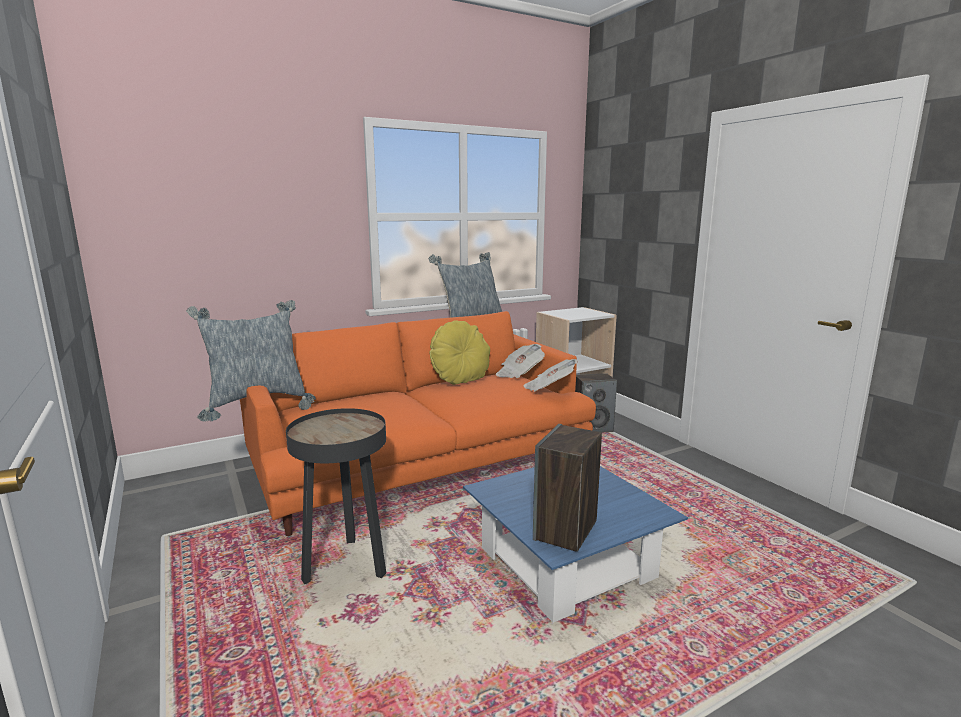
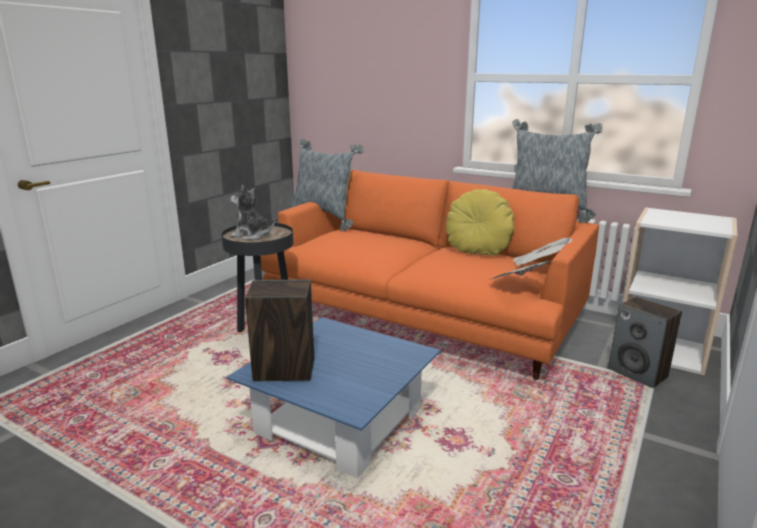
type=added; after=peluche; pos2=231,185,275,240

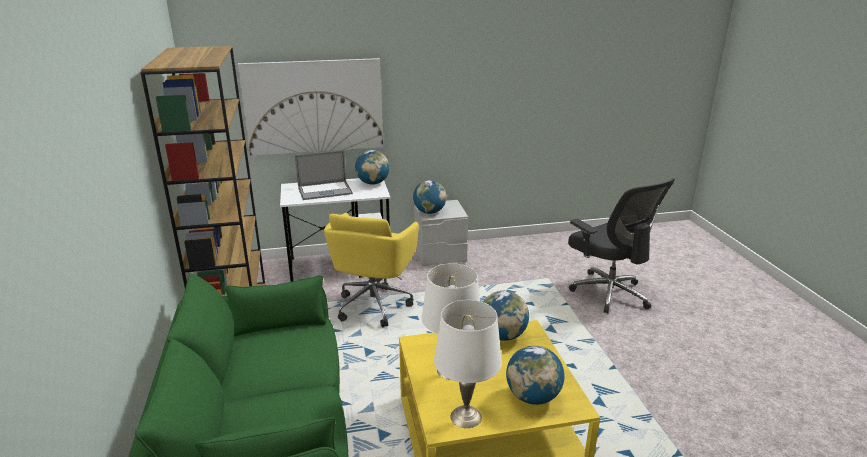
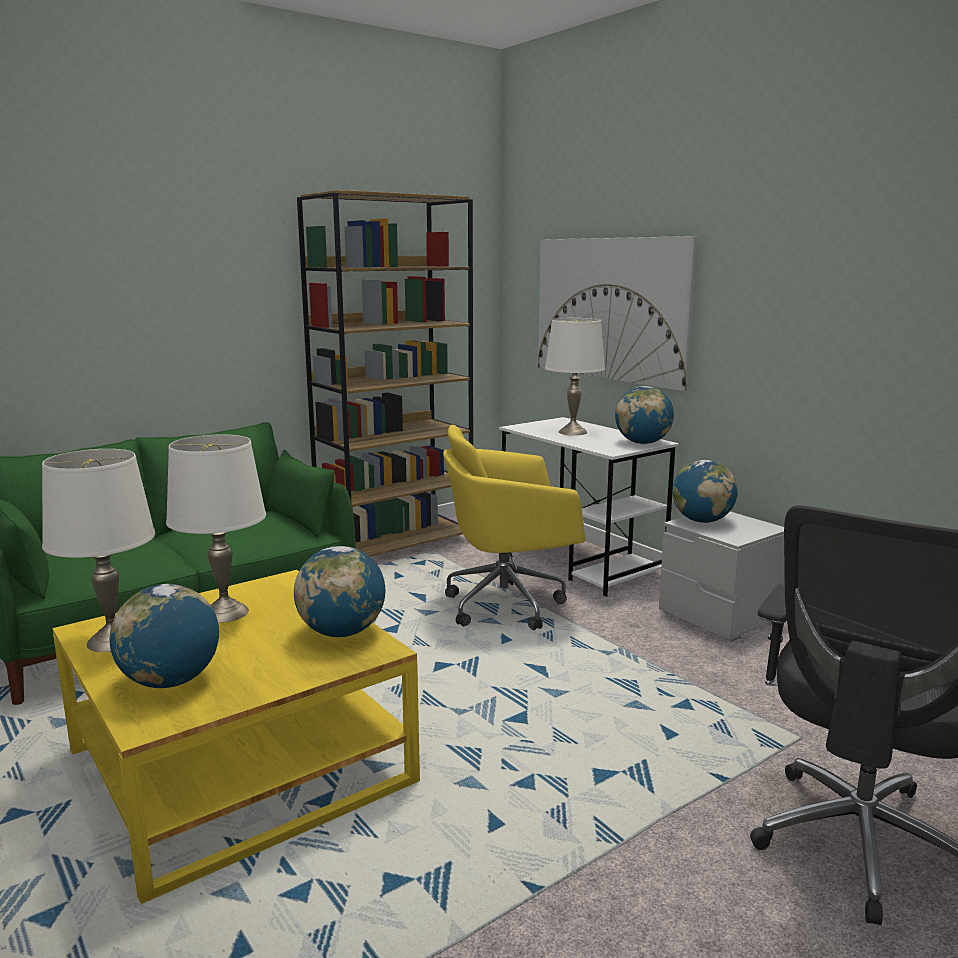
type=replaced; before=ordinateur portable; after=lampe de table [blanc]; pos1=295,150,353,200; pos2=545,318,605,435

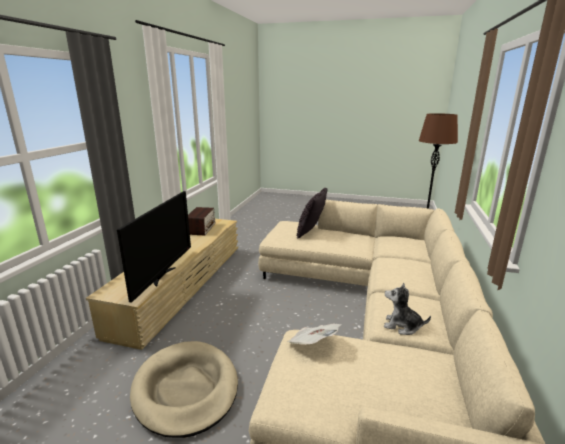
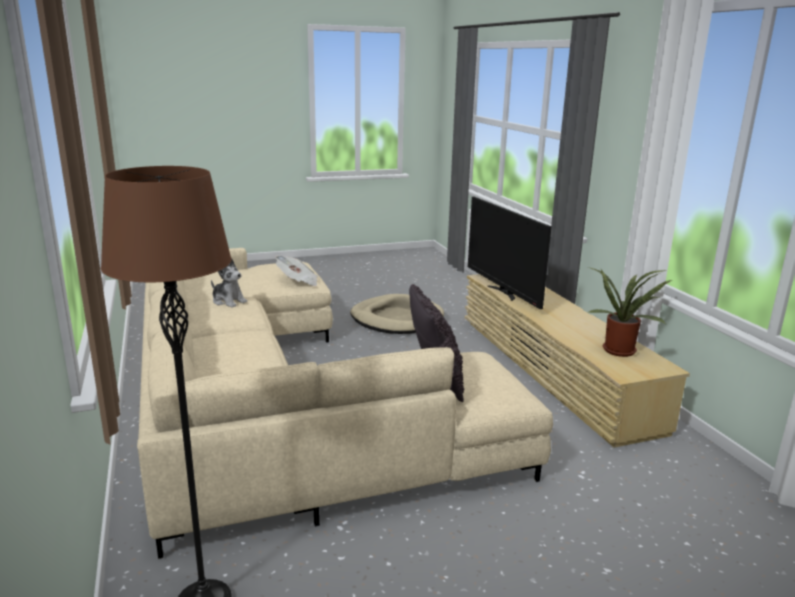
type=replaced; before=radio; after=plante en pot; pos1=188,207,215,236; pos2=587,267,672,357
type=turned; before=peluche; pos1=384,283,431,335; pos2=211,258,247,307; turn=45

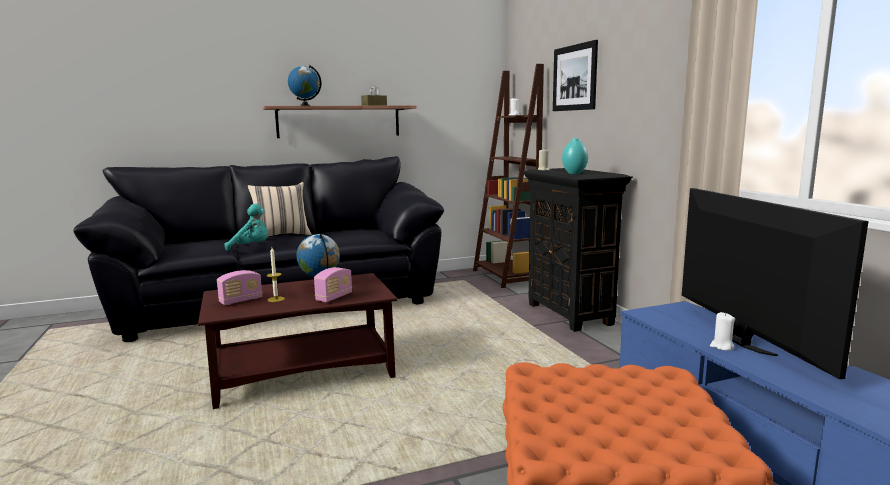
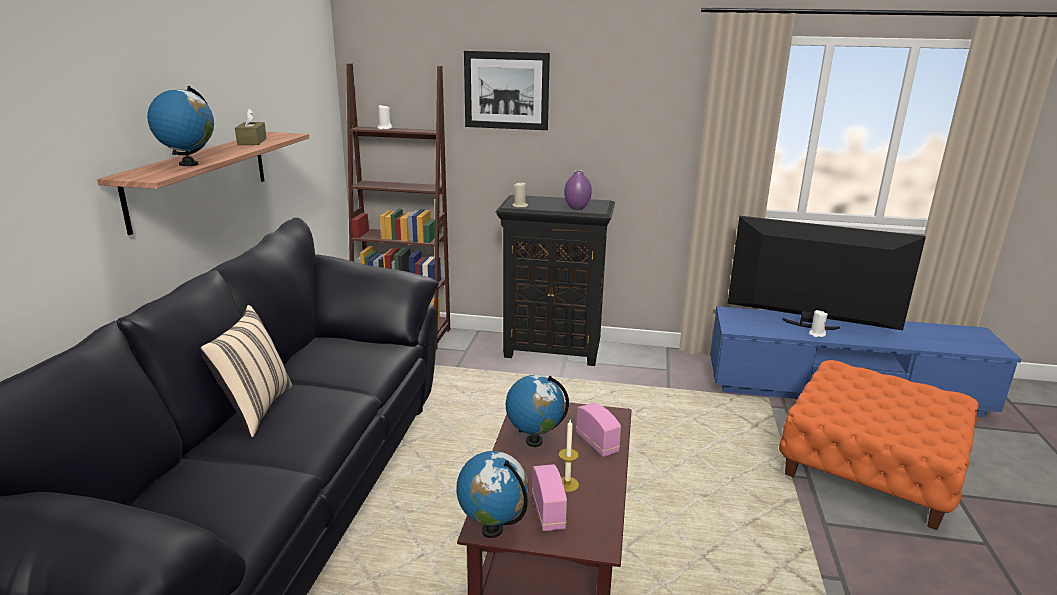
type=removed; before=peluche [turquoise]; pos1=224,203,268,251
type=added; after=globe; pos2=456,451,529,538
type=recoloured; before=vase [turquoise]; after=vase [violet]; pos1=562,138,588,174; pos2=564,171,592,210

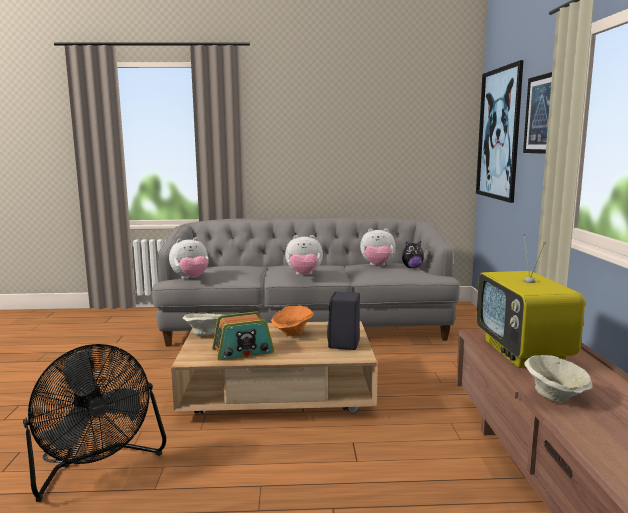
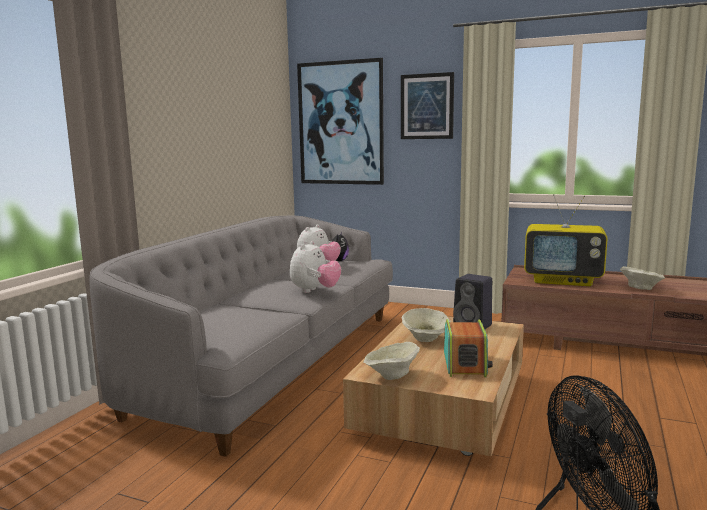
type=removed; before=peluche; pos1=169,237,209,279
type=recoloured; before=bol [orange]; after=bol [beige]; pos1=271,305,314,336; pos2=402,308,451,342

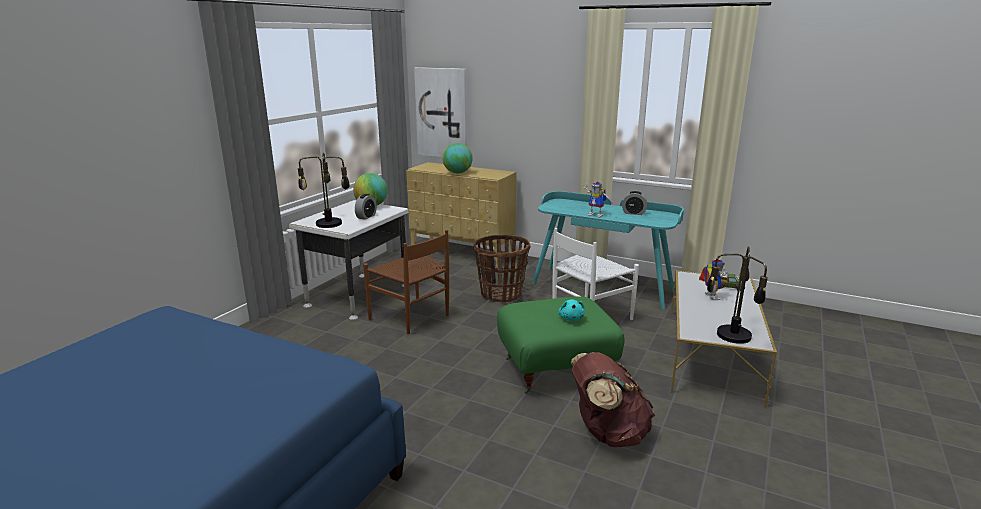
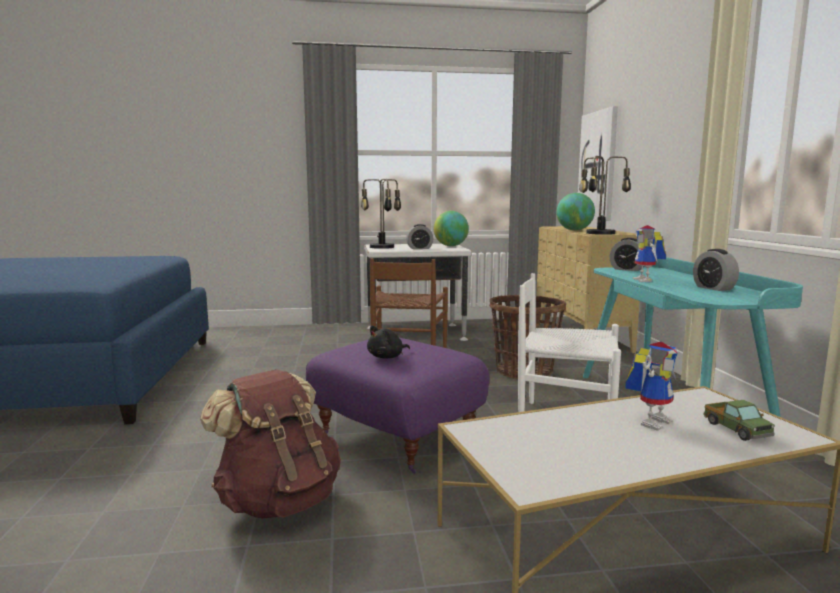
type=added; after=réveil; pos2=610,238,644,271
type=moved; before=lampe de table; pos1=707,246,768,344; pos2=579,156,631,235
type=recoloured; before=pouf [vert]; after=pouf [violet]; pos1=497,296,624,394; pos2=306,338,489,474
type=recoloured; before=peluche [turquoise]; after=peluche [noir]; pos1=558,299,585,321; pos2=367,326,410,358

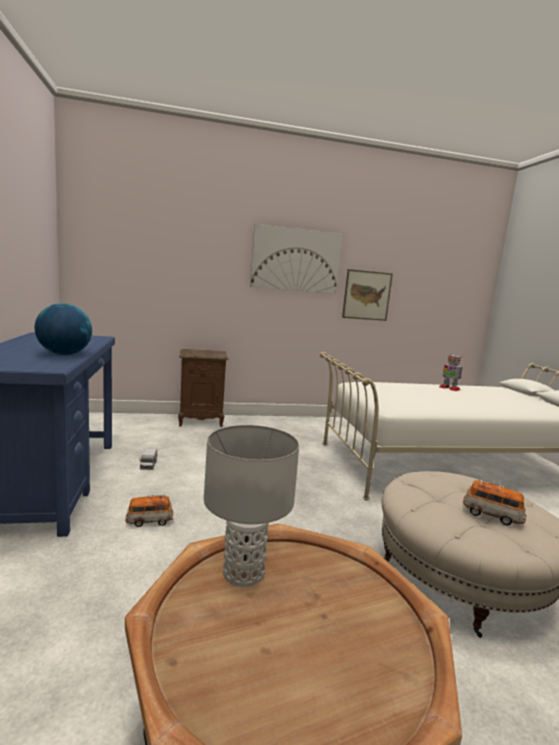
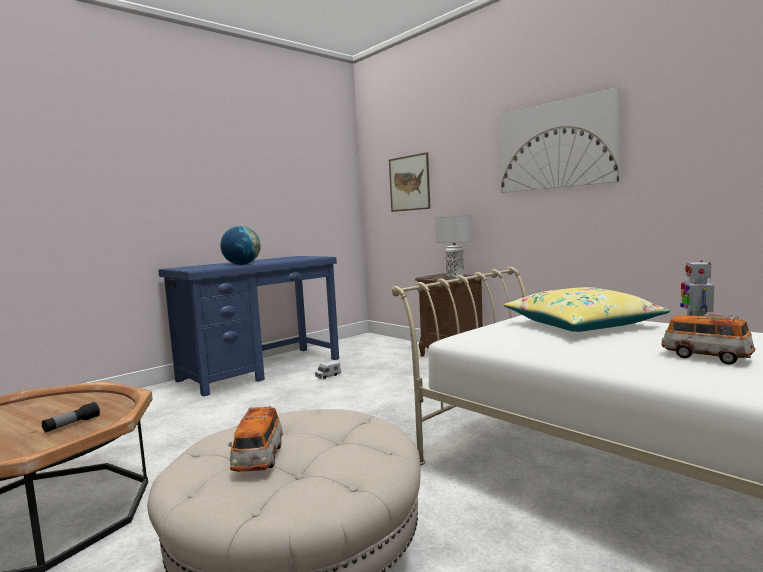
type=added; after=lampe de poche; pos2=42,402,100,432
type=added; after=coussin [jaune]; pos2=504,287,670,332
type=moved; before=petite voiture; pos1=125,495,173,527; pos2=661,314,756,365
type=moved; before=lampe de table [blanc]; pos1=204,425,299,587; pos2=435,215,473,277
type=moved; before=tableau; pos1=342,269,393,321; pos2=389,152,431,212

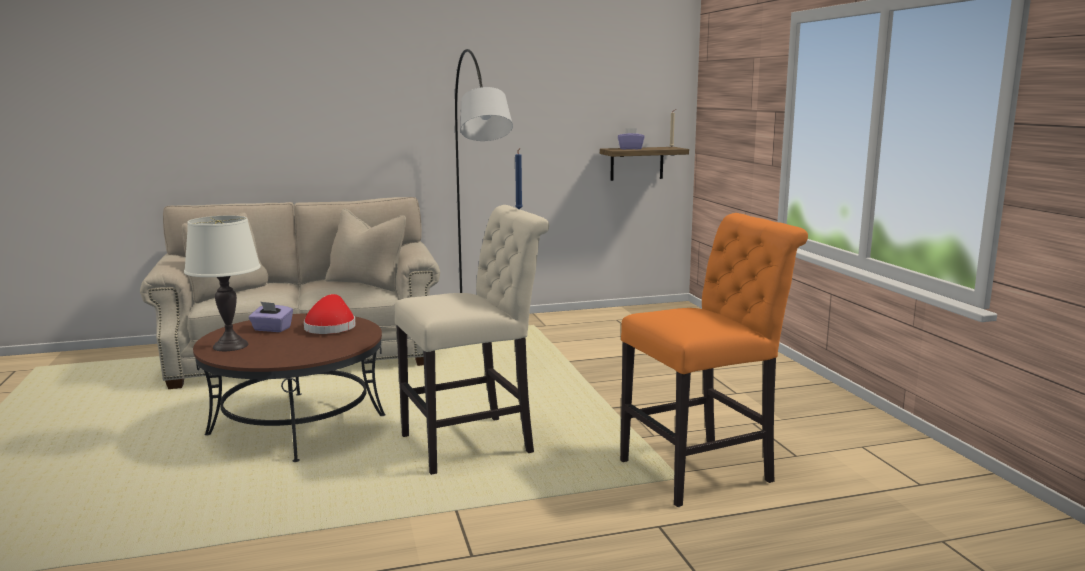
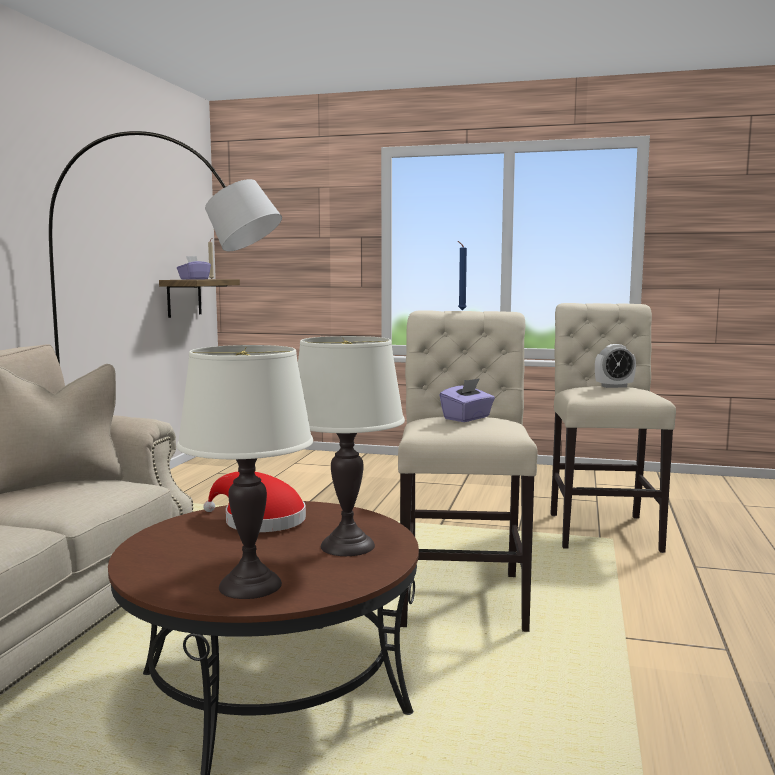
type=added; after=lampe de table [blanc]; pos2=298,336,405,556
type=added; after=réveil; pos2=595,344,636,388
type=moved; before=boîte à mouchoirs [violet]; pos1=249,302,293,332; pos2=440,378,495,422
type=recoloured; before=tabouret [orange]; after=tabouret [beige]; pos1=620,213,808,507; pos2=550,303,676,553

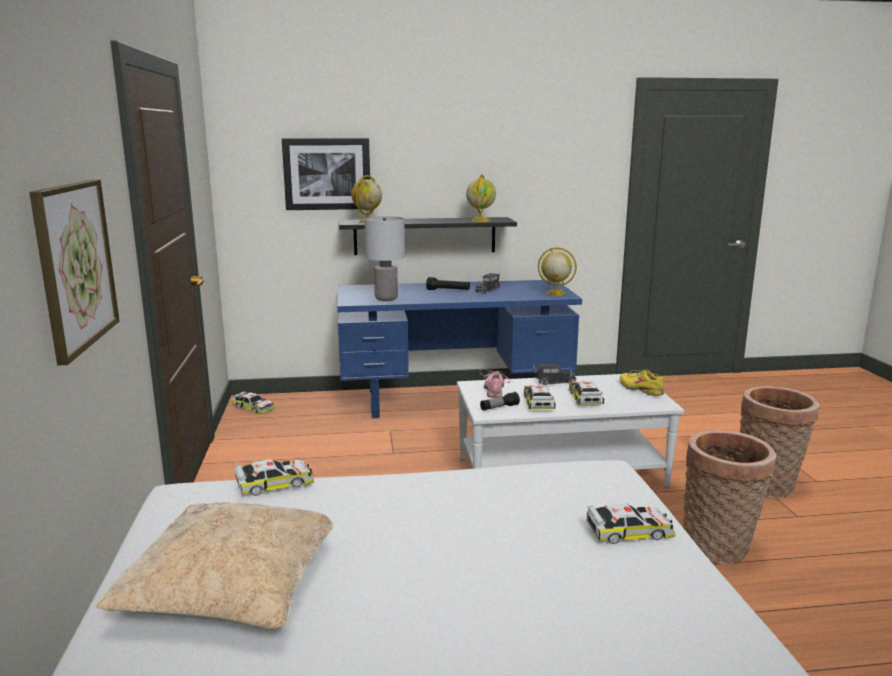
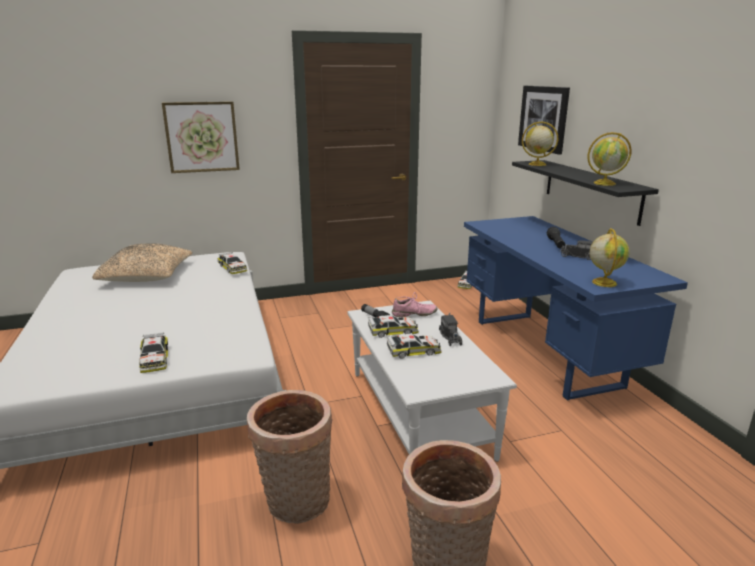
type=removed; before=lampe de table [gris]; pos1=364,216,405,301
type=removed; before=chaussure [jaune]; pos1=620,369,664,396

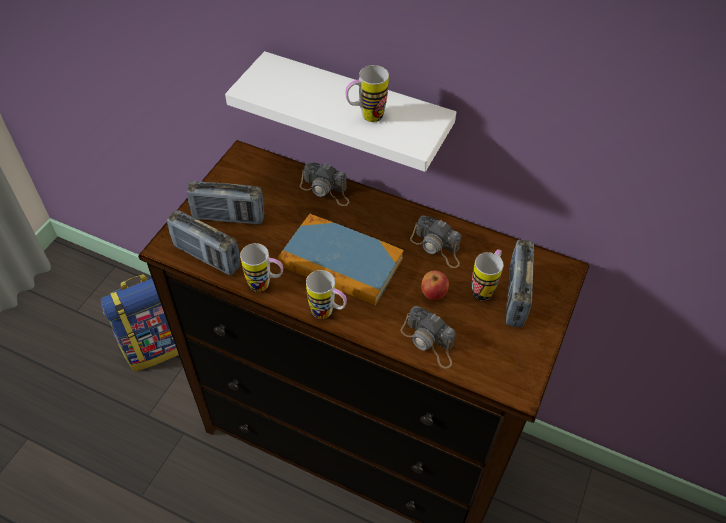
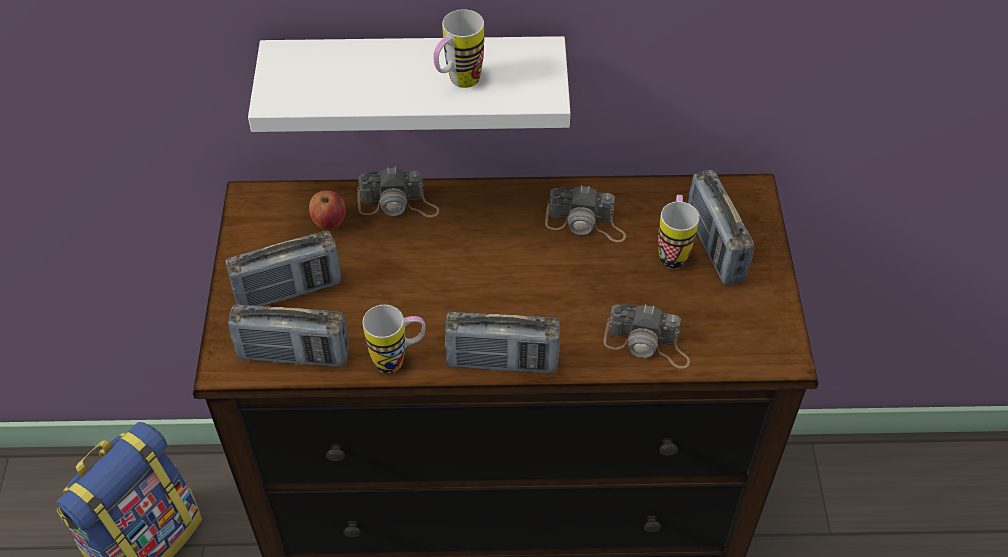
type=removed; before=livre; pos1=278,214,404,305
type=moved; before=pomme; pos1=421,271,449,300; pos2=309,190,346,230
type=replaced; before=mug; after=radio; pos1=306,270,347,319; pos2=445,312,560,373

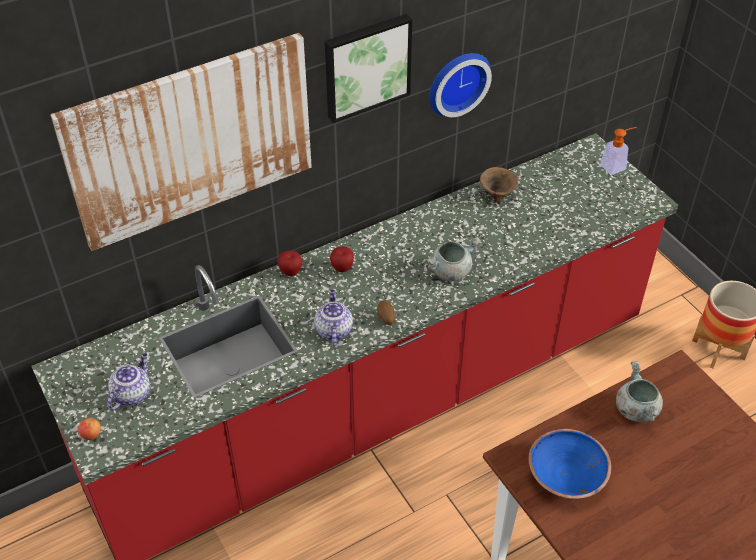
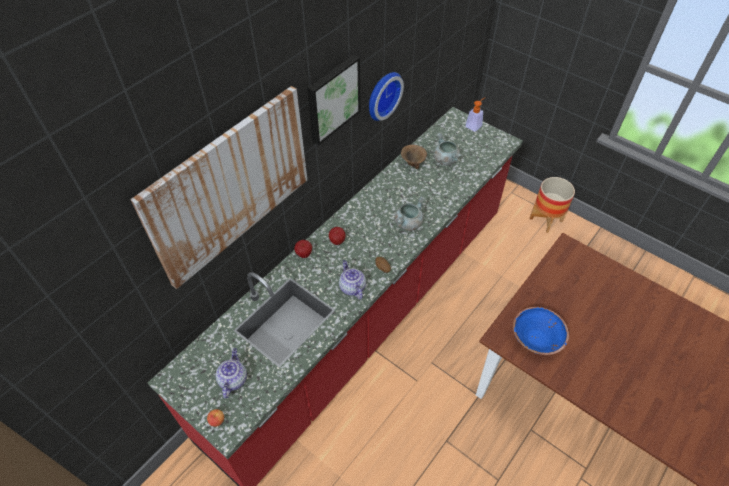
type=moved; before=marmite [gris]; pos1=616,361,663,422; pos2=434,133,462,165

